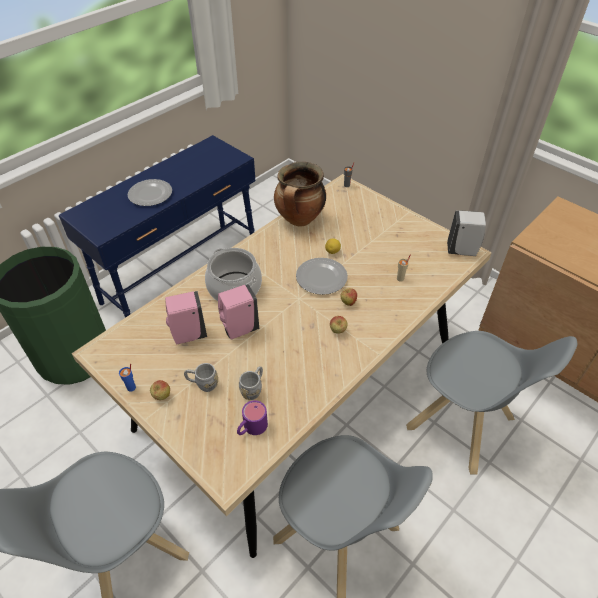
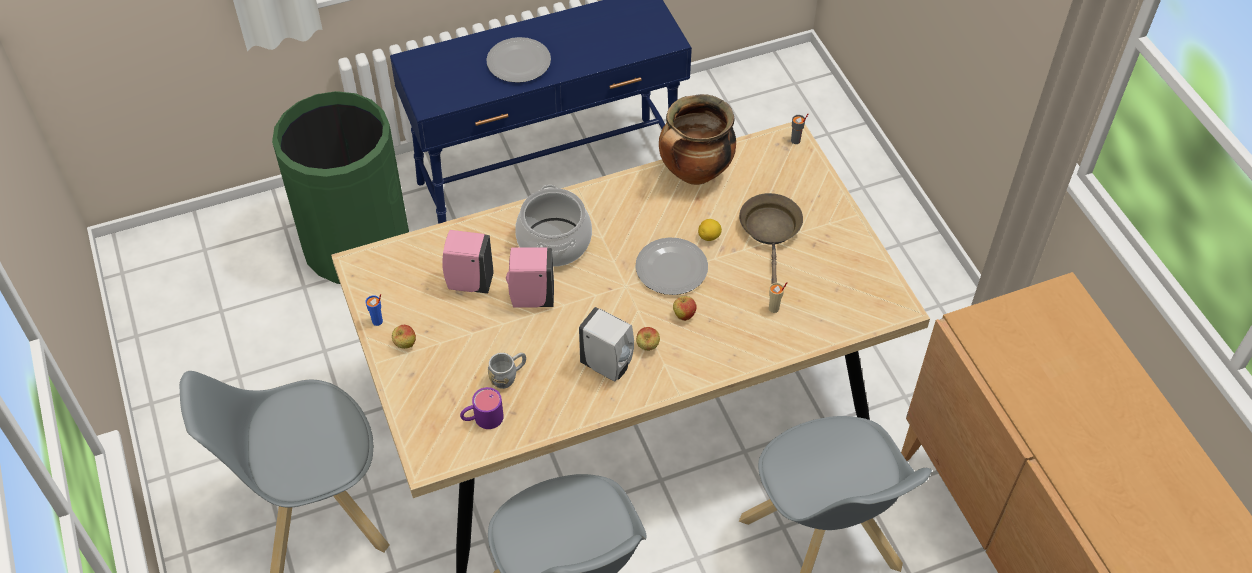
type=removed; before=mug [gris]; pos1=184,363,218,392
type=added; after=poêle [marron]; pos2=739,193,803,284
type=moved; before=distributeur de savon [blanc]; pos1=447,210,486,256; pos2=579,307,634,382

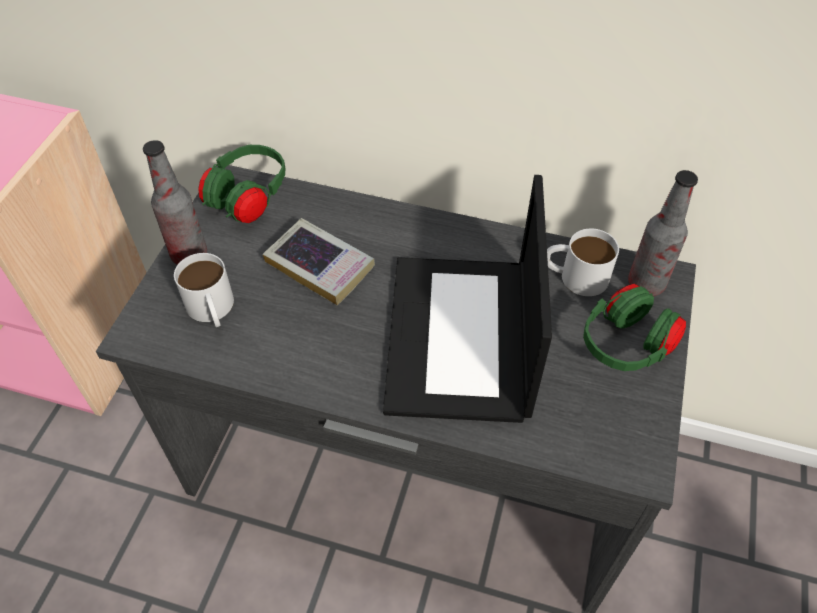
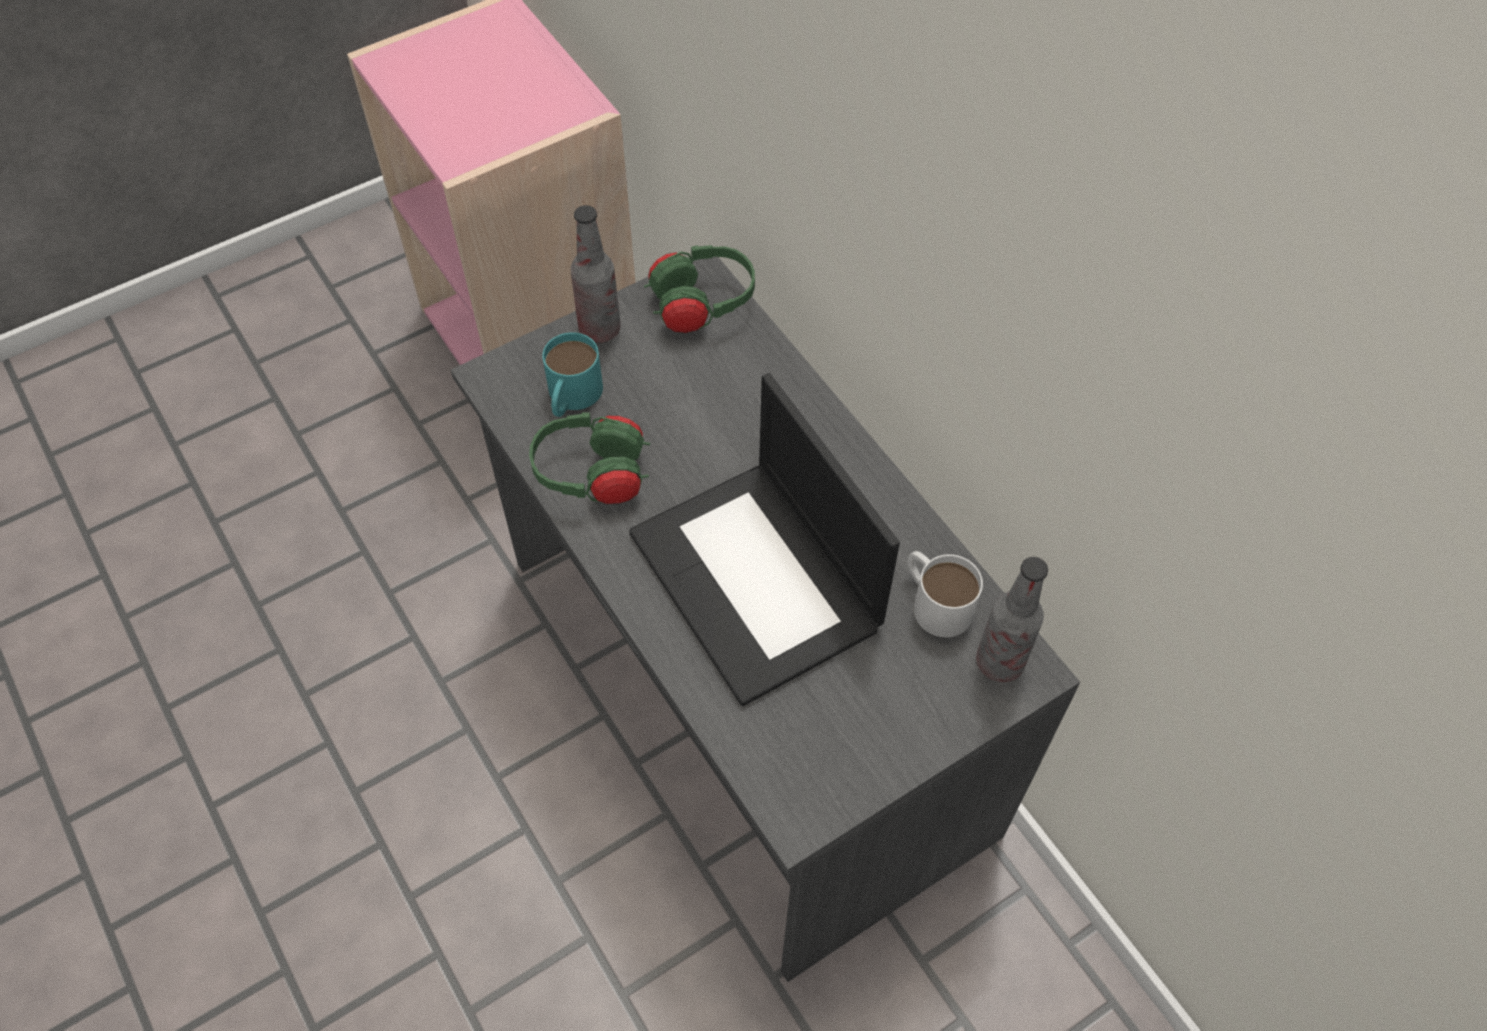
type=removed; before=livre; pos1=263,218,375,306
type=moved; before=casque audio [vert]; pos1=583,284,686,371; pos2=529,412,650,504
type=recoloured; before=mug [blanc]; after=mug [turquoise]; pos1=174,253,234,327; pos2=542,332,603,417
type=turned; before=ordinateur portable; pos1=383,175,552,423; pos2=629,373,900,706; turn=-75

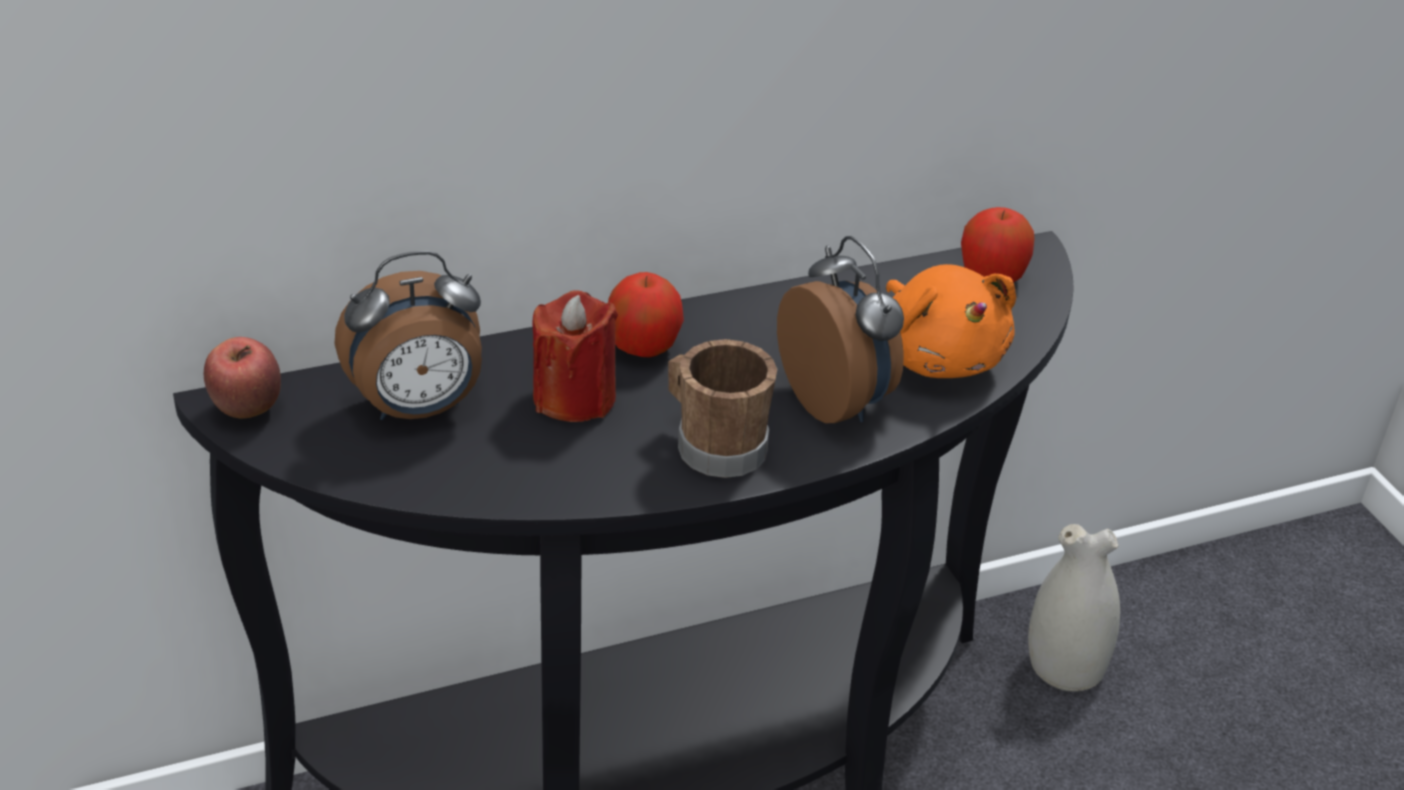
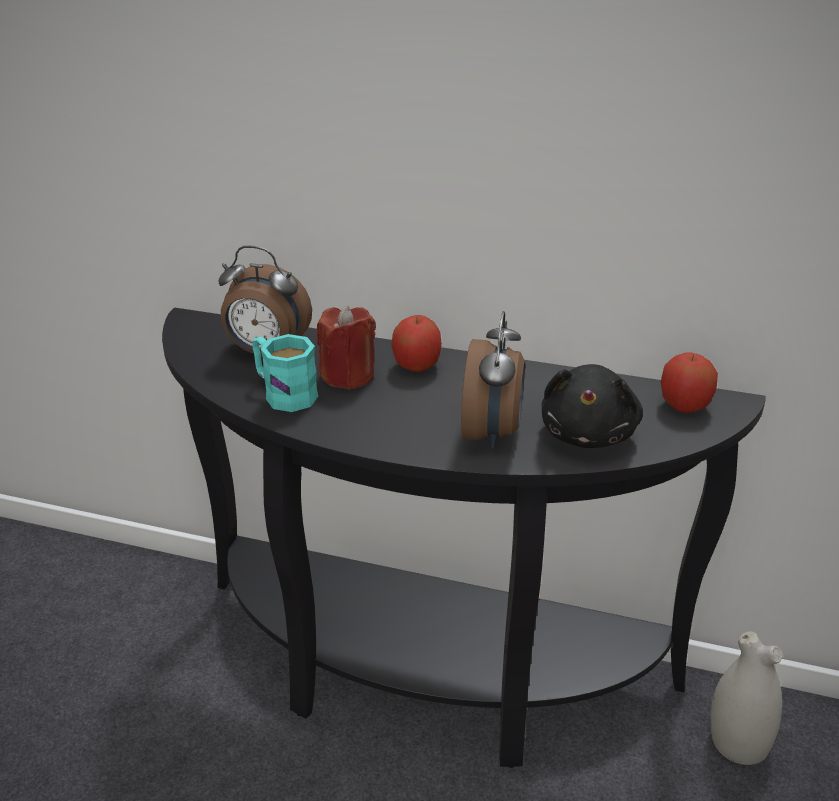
type=removed; before=pomme; pos1=204,337,281,418
type=removed; before=mug [marron]; pos1=668,339,777,478
type=added; after=mug [turquoise]; pos2=252,334,318,412
type=recoloured; before=peluche [orange]; after=peluche [noir]; pos1=886,264,1016,378; pos2=542,364,643,448

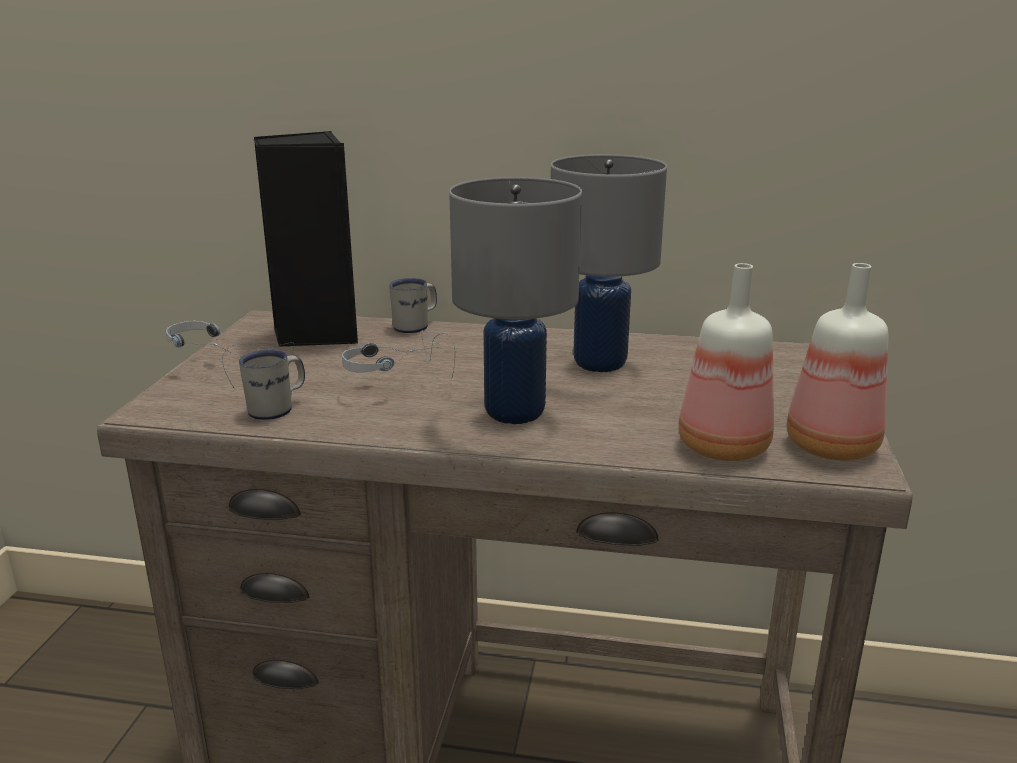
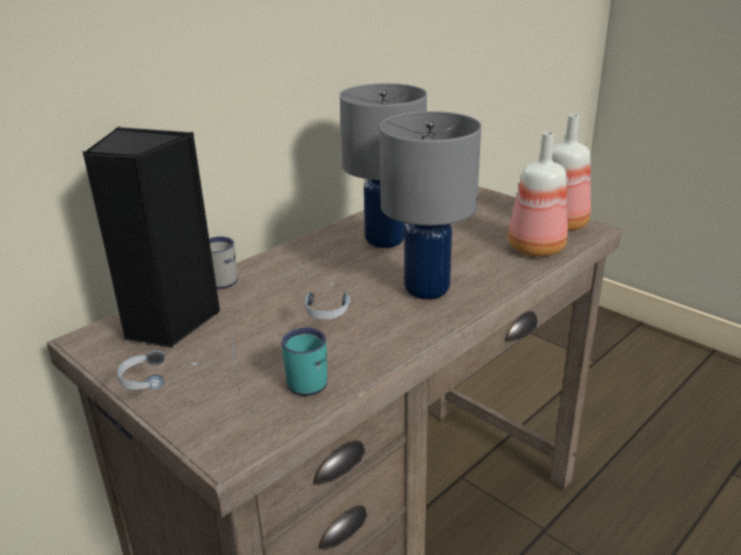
type=recoloured; before=mug [blanc]; after=mug [turquoise]; pos1=239,349,305,420; pos2=281,328,327,396

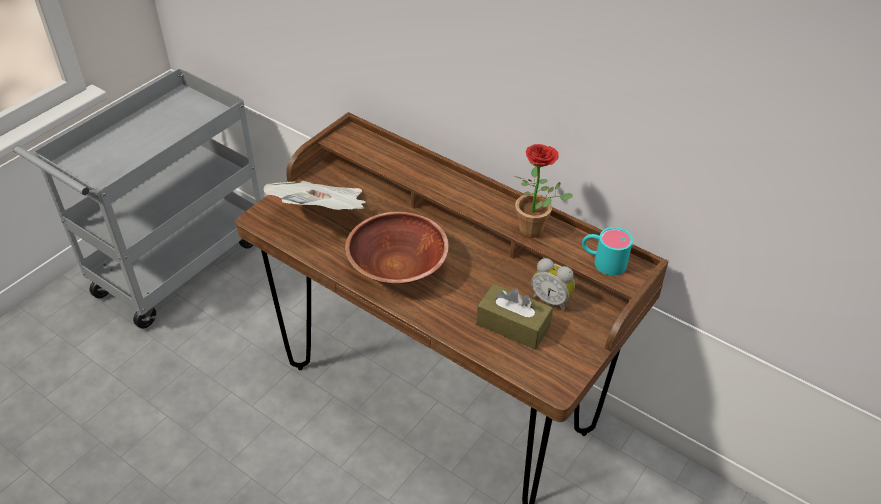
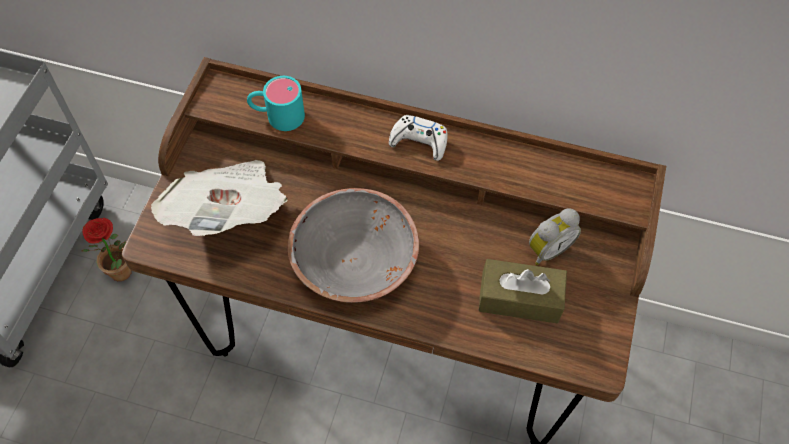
type=added; after=manette [blanc]; pos2=389,115,448,161
type=moved; before=plante en pot; pos1=515,144,573,238; pos2=81,218,132,281
type=moved; before=mug [turquoise]; pos1=582,227,633,276; pos2=247,76,305,131
type=recoloured; before=bol [marron]; after=bol [gris]; pos1=345,212,449,284; pos2=288,188,419,303
type=turned; before=réveil; pos1=531,258,575,311; pos2=529,208,581,265; turn=-45

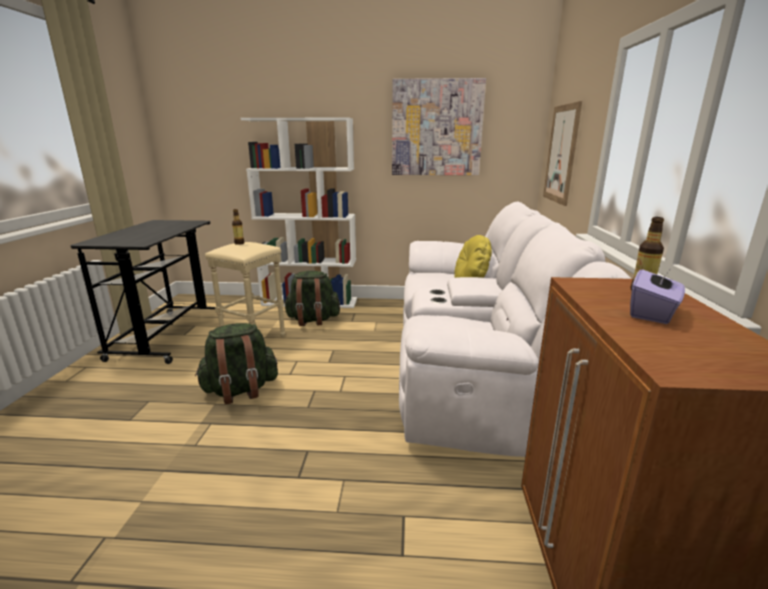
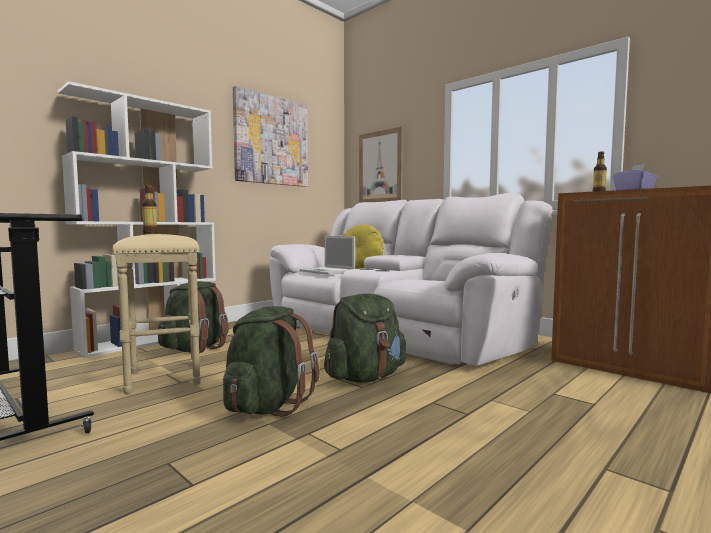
type=added; after=ordinateur portable; pos2=300,236,355,275
type=added; after=sac à dos [vert]; pos2=324,294,406,383

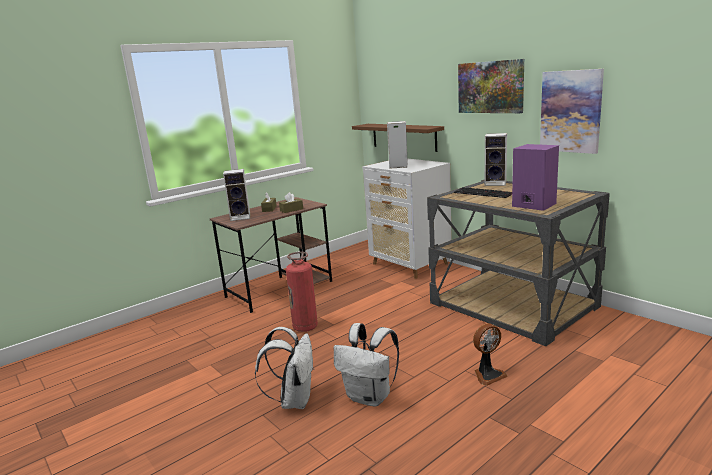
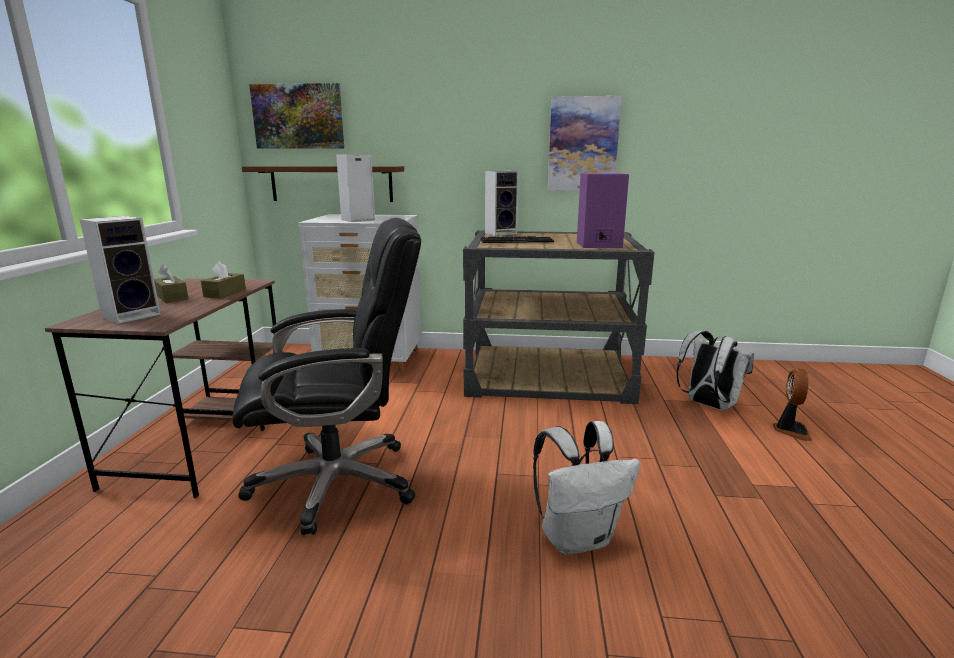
type=moved; before=sac à dos [blanc]; pos1=255,327,314,409; pos2=676,330,754,410
type=moved; before=tableau; pos1=458,59,524,113; pos2=249,83,344,149
type=moved; before=ventilateur; pos1=473,323,508,386; pos2=773,369,813,441
type=replaced; before=extincteur; after=chaise de bureau [noir]; pos1=286,252,318,332; pos2=232,218,421,535

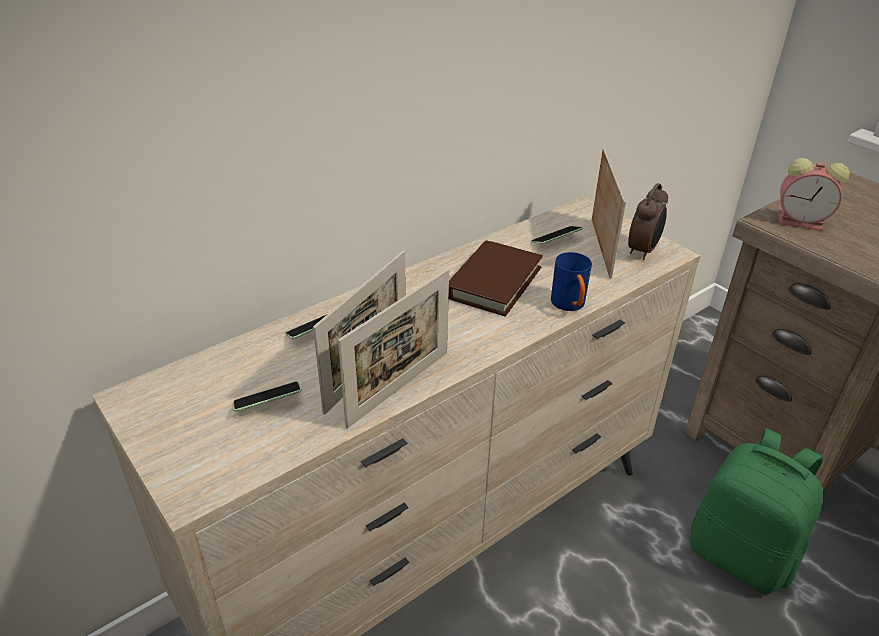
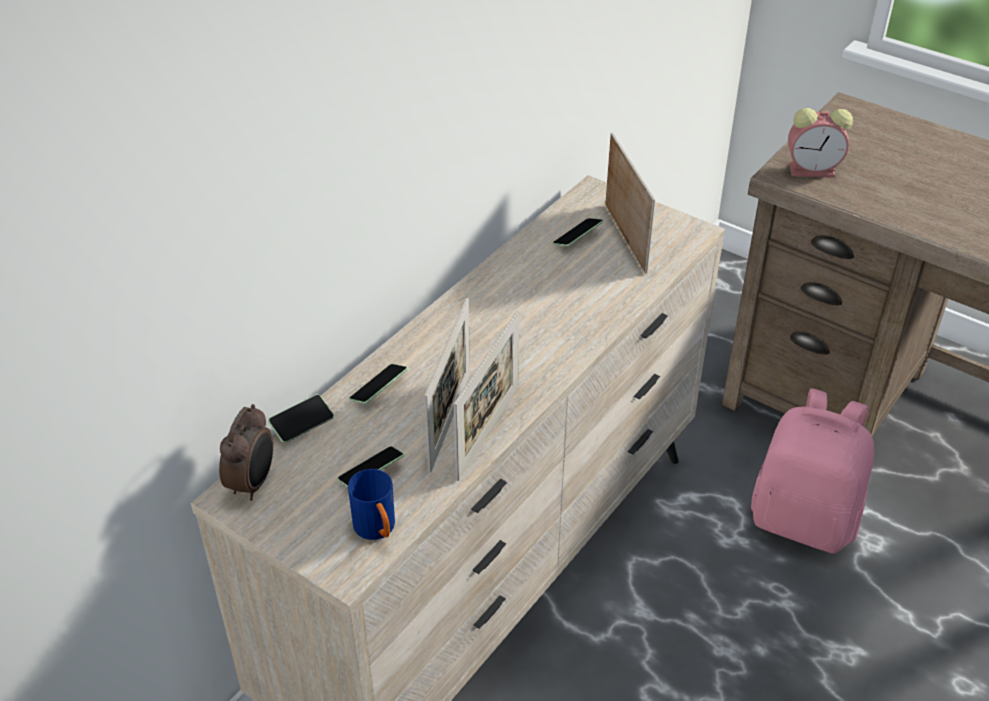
type=removed; before=livre [marron]; pos1=448,240,543,316
type=added; after=téléphone; pos2=268,394,334,443
type=moved; before=mug [bleu]; pos1=551,252,592,311; pos2=348,469,395,540
type=moved; before=réveil; pos1=628,183,668,260; pos2=219,404,273,501
type=recoloured; before=sac à dos [vert]; after=sac à dos [rose]; pos1=690,428,823,594; pos2=751,388,874,554

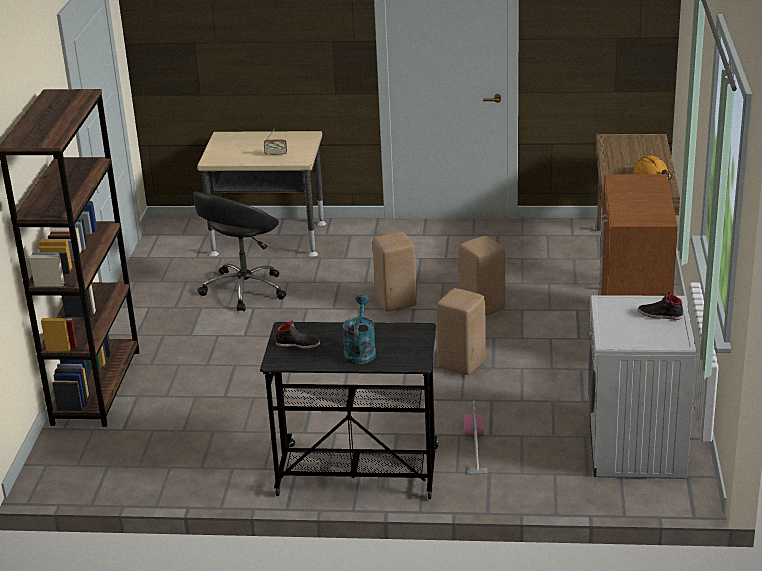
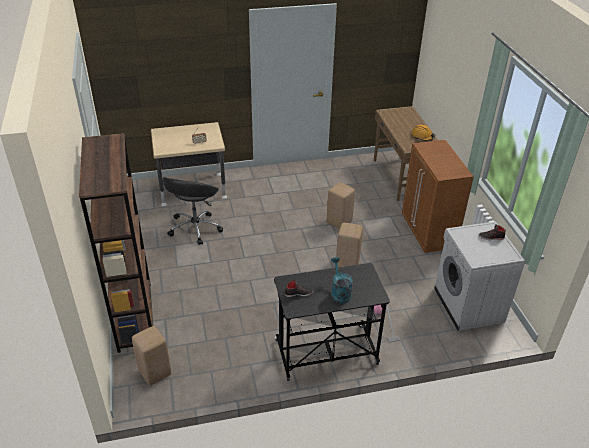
type=moved; before=tabouret [beige]; pos1=373,232,417,312; pos2=132,326,171,385

